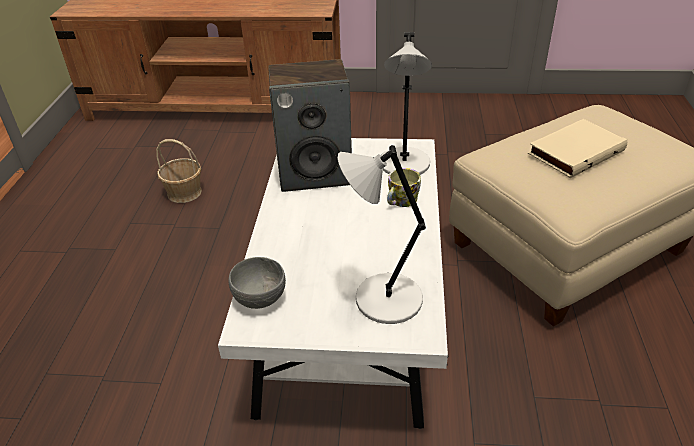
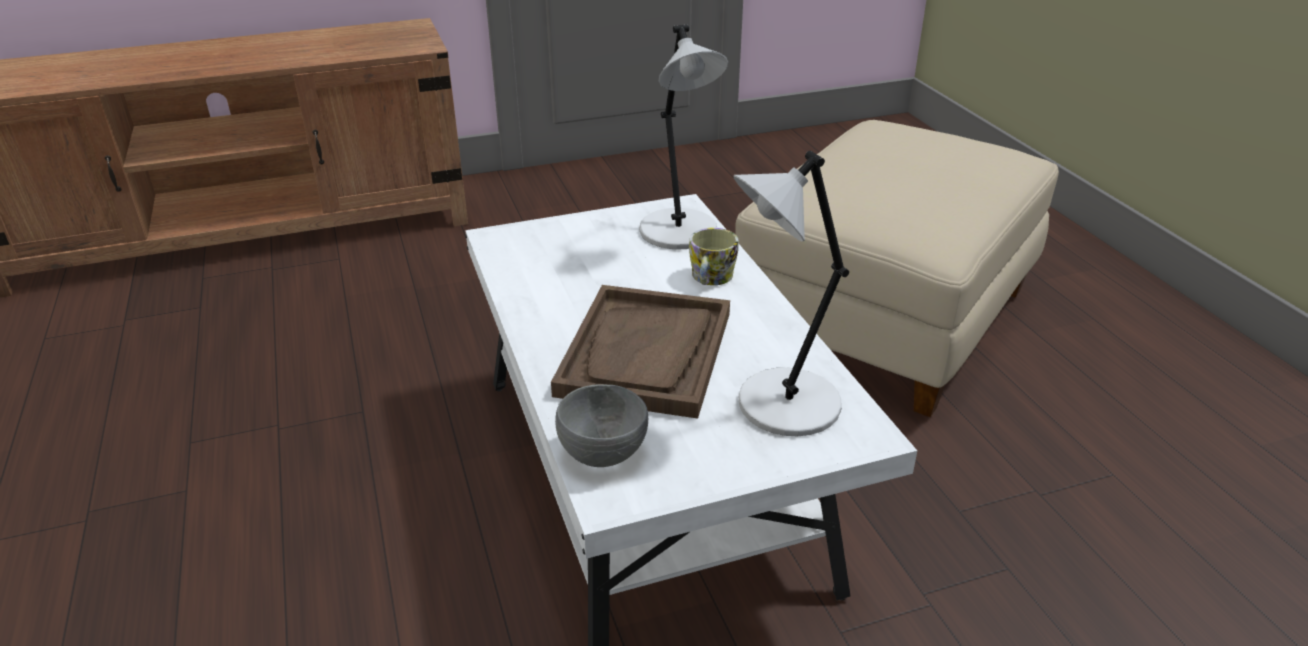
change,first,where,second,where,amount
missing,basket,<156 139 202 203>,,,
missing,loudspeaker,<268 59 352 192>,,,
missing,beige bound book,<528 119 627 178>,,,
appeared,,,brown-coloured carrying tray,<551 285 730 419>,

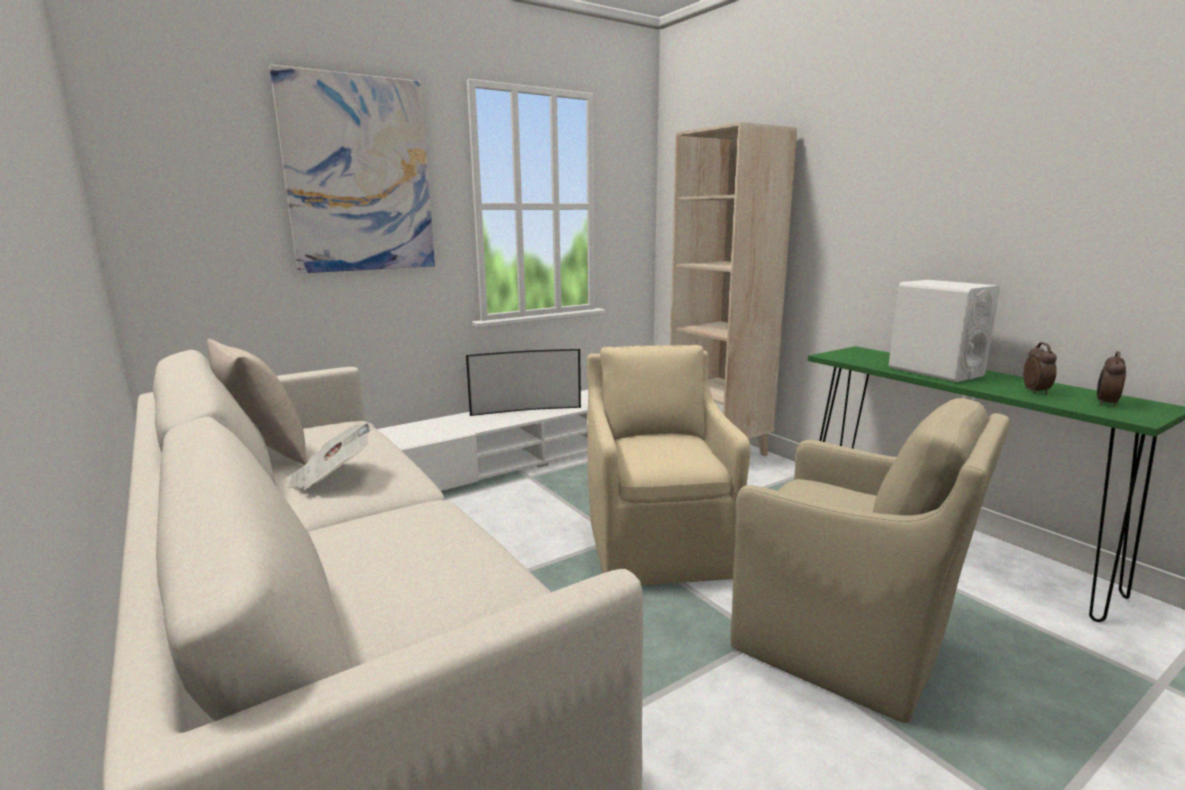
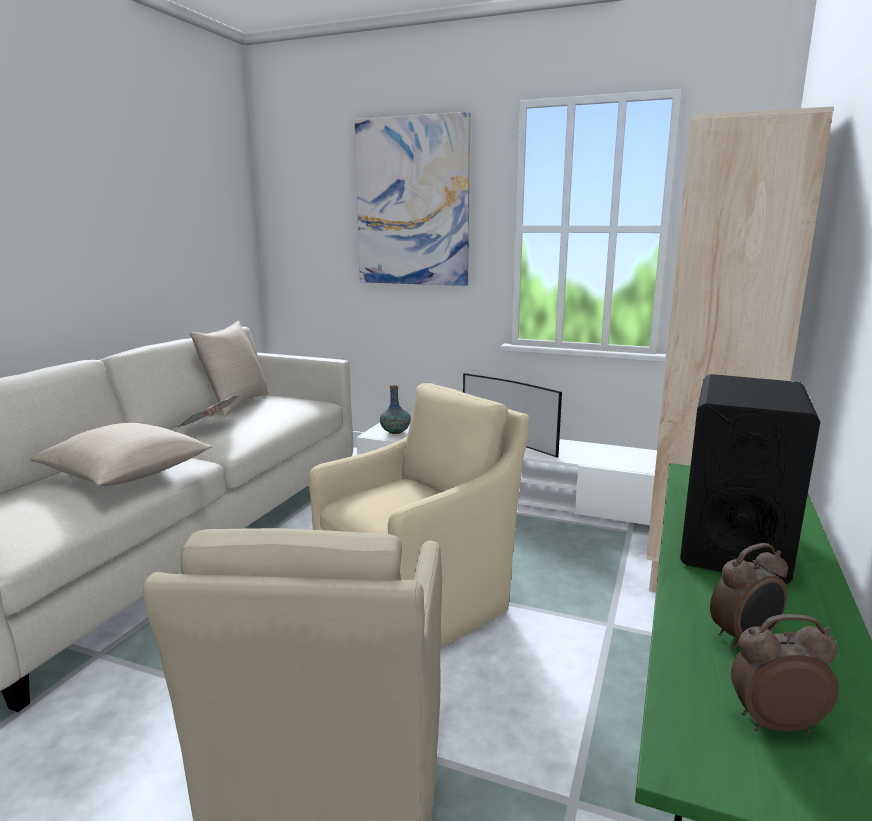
change,first,where,second,where,amount
colour,white-coloured loudspeaker,<889 280 1000 382>,black-coloured loudspeaker,<680 374 820 584>,
appeared,,,beige cushion,<30 423 212 486>,
appeared,,,decorative vase,<380 385 411 434>,

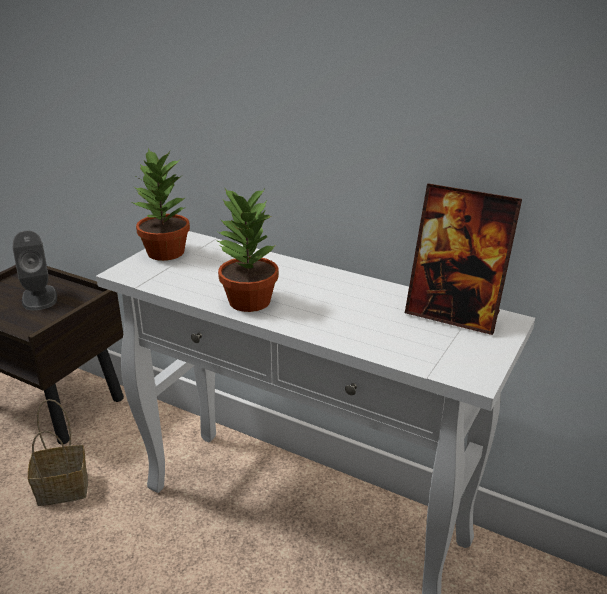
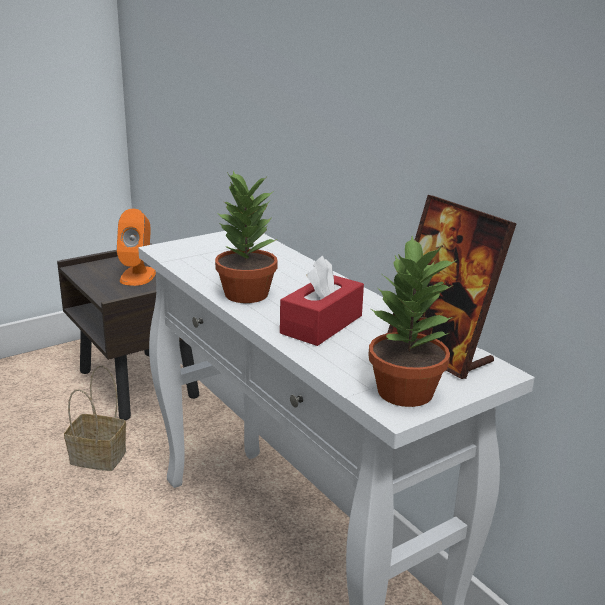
change,first,where,second,where,amount
colour,greyish loudspeaker,<13 231 57 310>,orangey loudspeaker,<117 209 156 286>,
relocated,plant in a pot,<132 148 190 261>,,<369 236 456 407>,
appeared,,,red box of tissues,<280 256 364 346>,

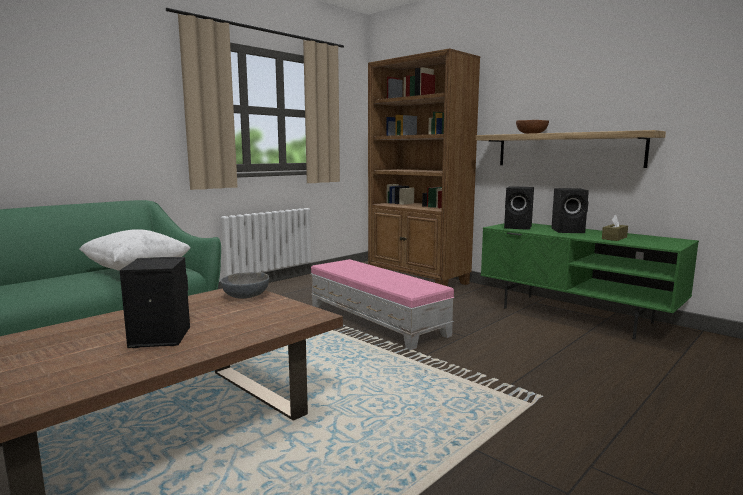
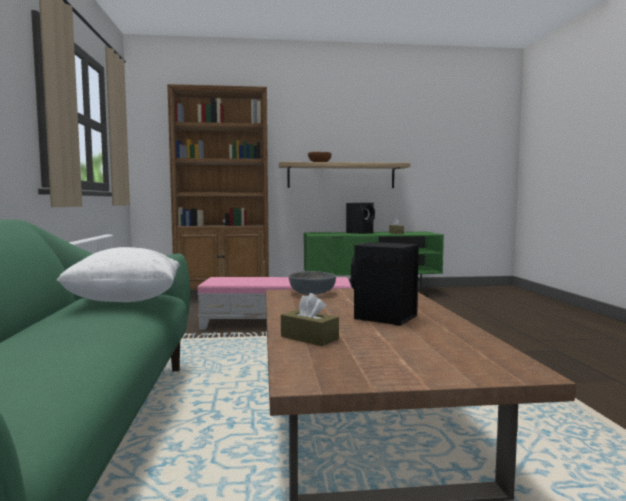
change,first,where,second,where,amount
missing,black-coloured loudspeaker,<504 186 534 230>,,,
appeared,,,brown-coloured box of tissues,<281 293 339 346>,

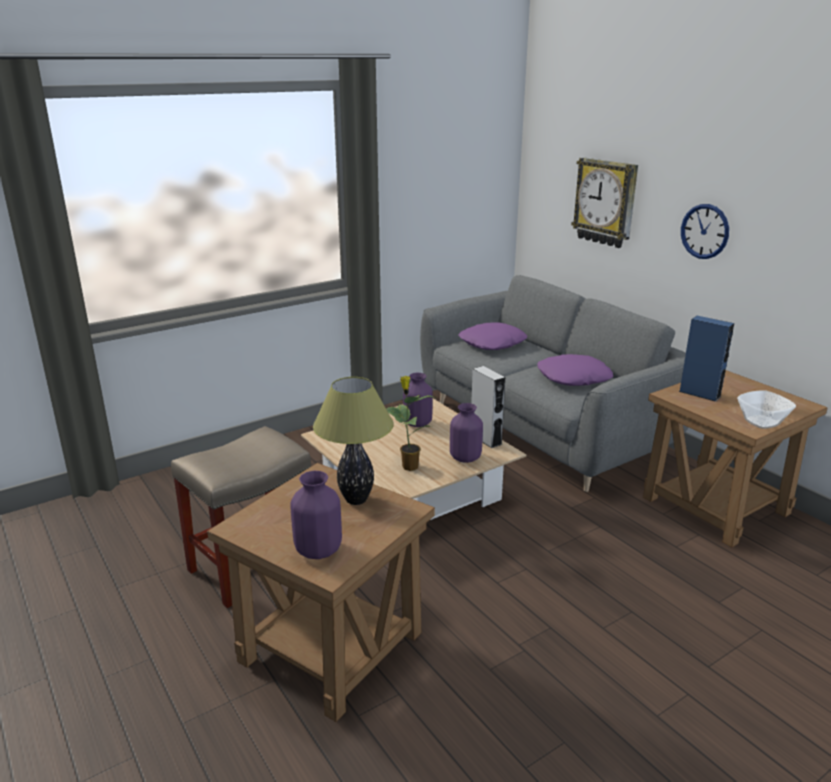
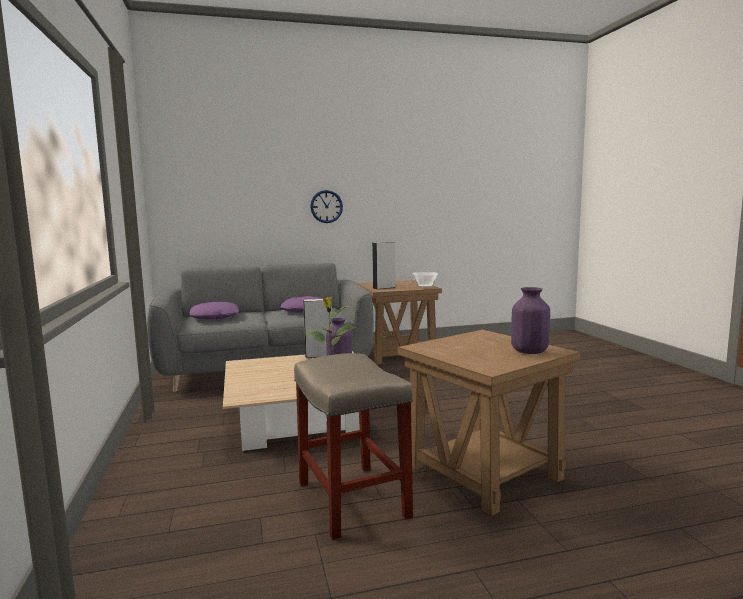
change,first,where,second,where,amount
missing,table lamp,<313 377 394 505>,,,
missing,purple-coloured decorative vase,<403 373 433 427>,,,
missing,clock on the wall,<571 157 638 248>,,,
colour,bluish loudspeaker,<679 316 734 402>,greyish loudspeaker,<372 242 396 289>,

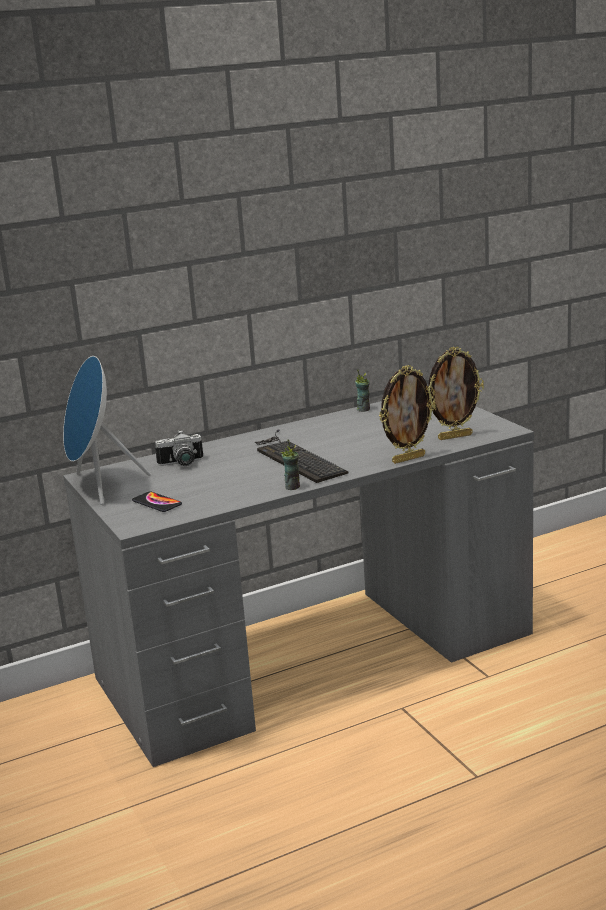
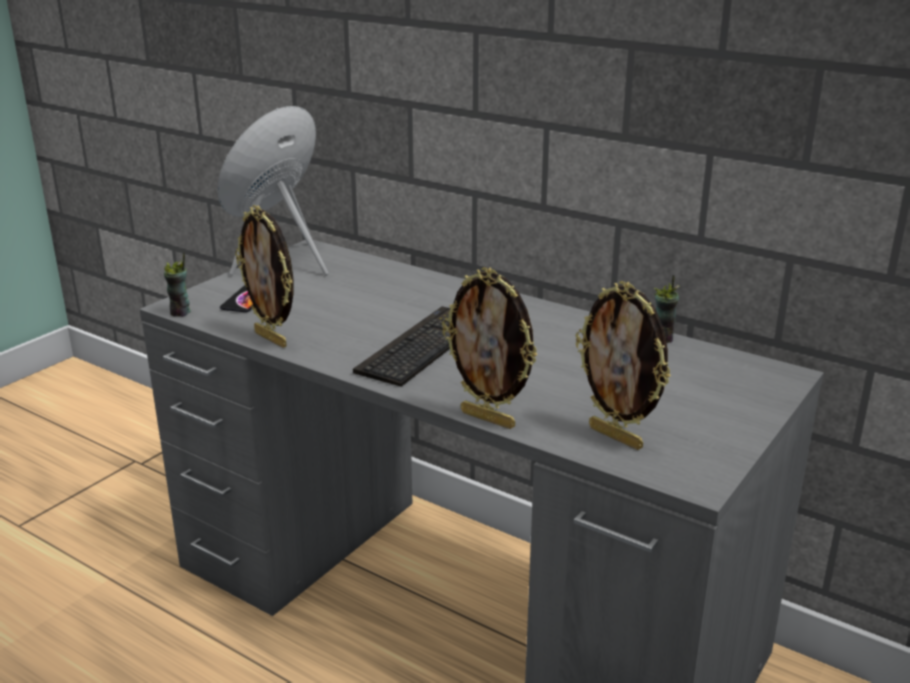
change,first,where,second,where,amount
missing,photo camera,<155 430 203 466>,,,
relocated,drinking cup,<281 439 300 490>,,<164 253 191 317>,
appeared,,,picture frame,<235 205 294 348>,

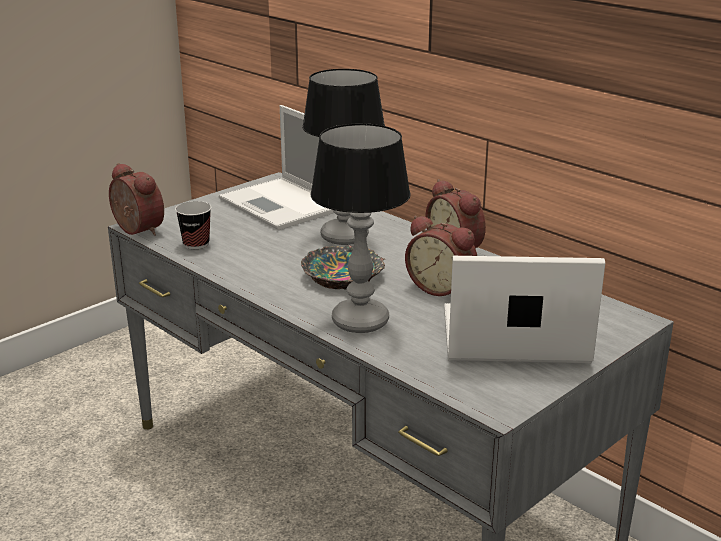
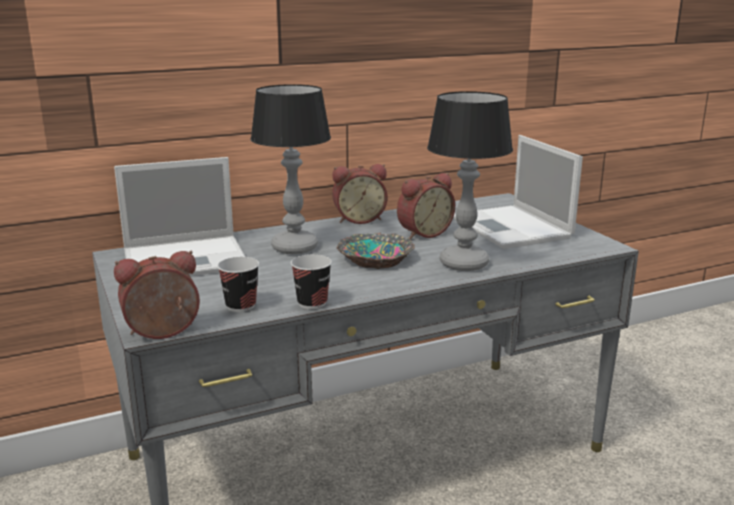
change,first,where,second,where,amount
spun,portable computer,<444 256 605 364>,,<453 135 583 249>,45 degrees counterclockwise
appeared,,,drinking cup,<291 254 332 309>,

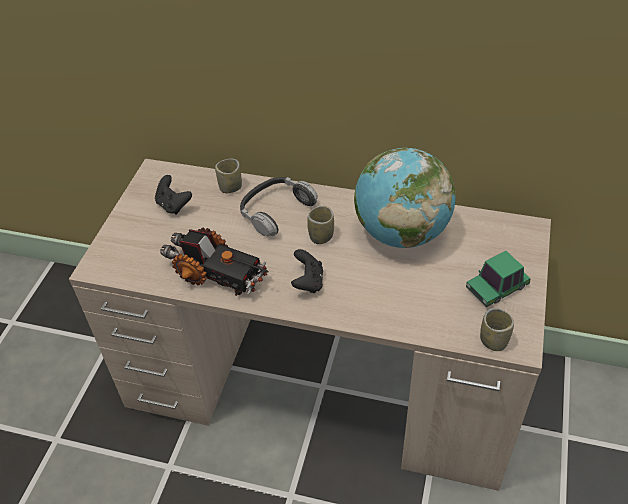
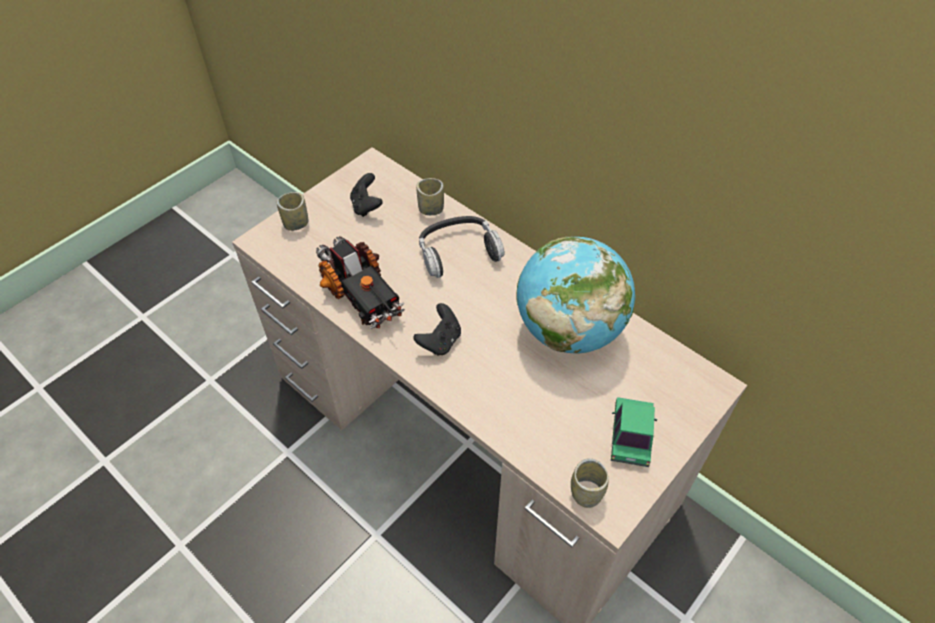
change,first,where,second,where,amount
relocated,drinking cup,<307 206 334 244>,,<277 192 308 231>,
spun,toy car,<466 251 531 307>,,<611 397 657 467>,105 degrees clockwise

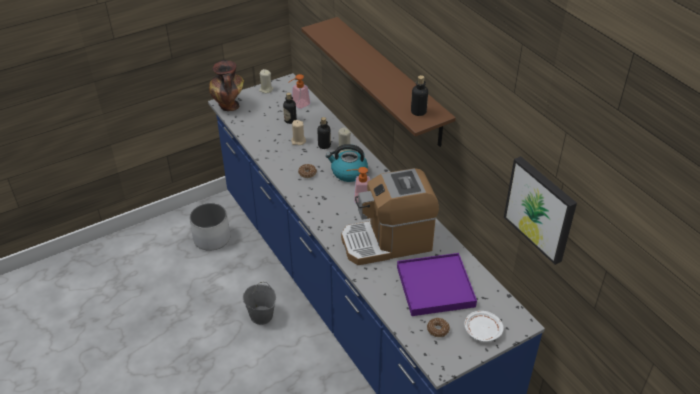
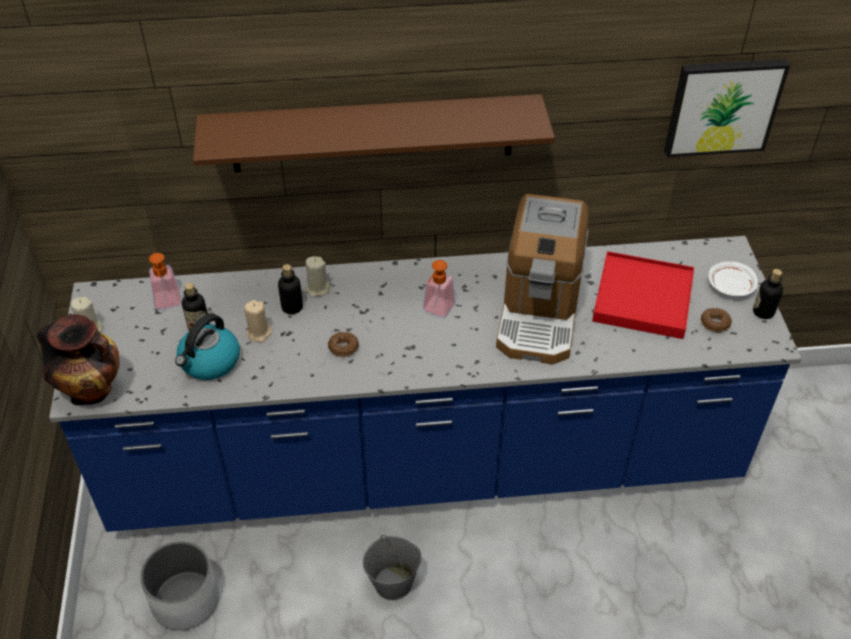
change,first,where,second,where,amount
relocated,tea kettle,<326 144 368 182>,,<175 313 240 380>,
colour,purple-coloured carrying tray,<397 253 477 316>,red carrying tray,<592 251 694 339>,
relocated,beverage bottle,<411 75 428 116>,,<753 269 783 319>,

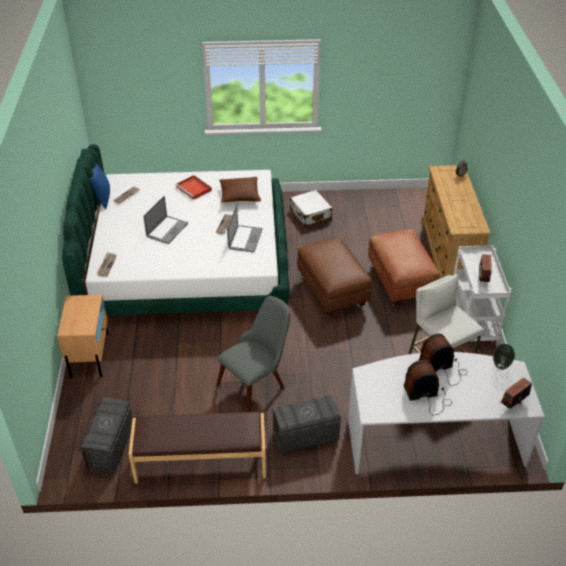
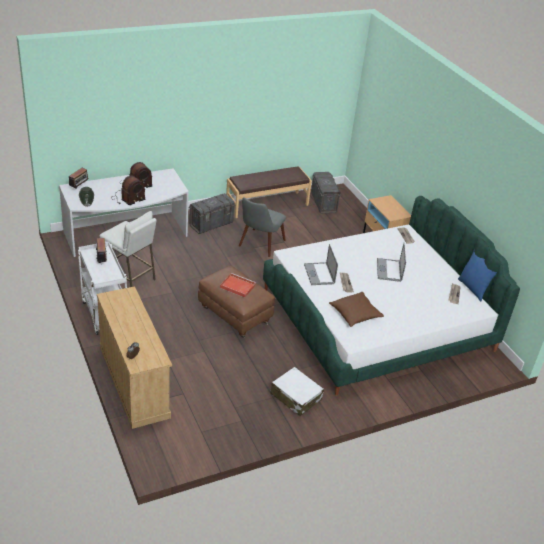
change,first,where,second,where,amount
relocated,red carrying tray,<175 175 212 200>,,<220 273 256 298>,
missing,brown-coloured ottoman,<368 229 439 307>,,,

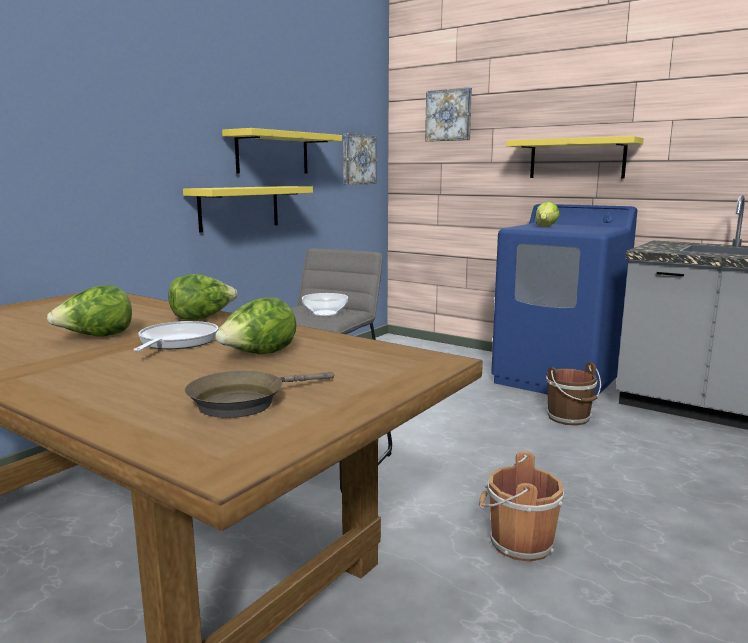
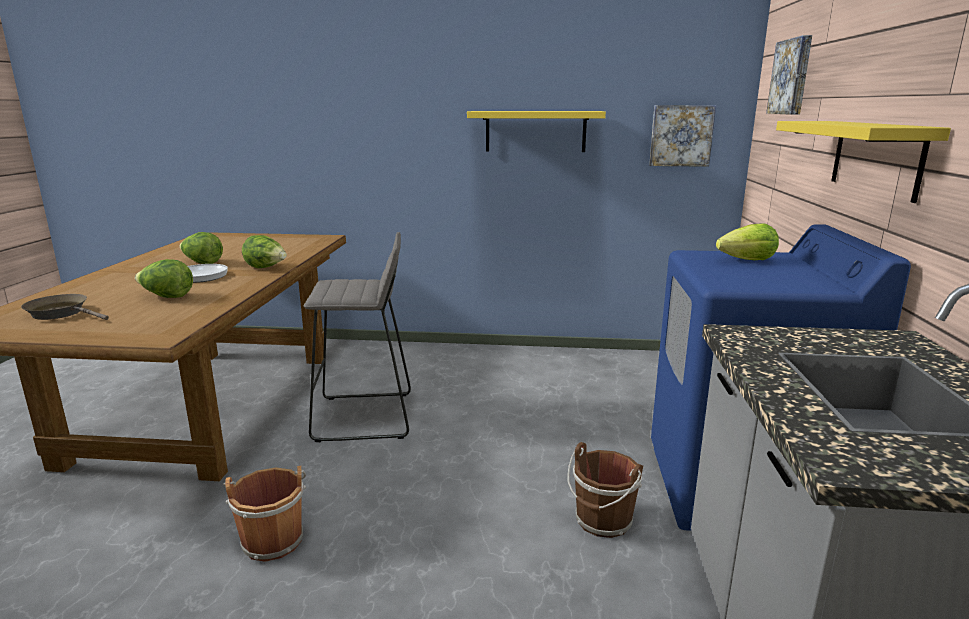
change,first,where,second,where,amount
missing,yellow wall shelf,<183 186 313 232>,,,
missing,deep dish,<302 293 348 316>,,,

